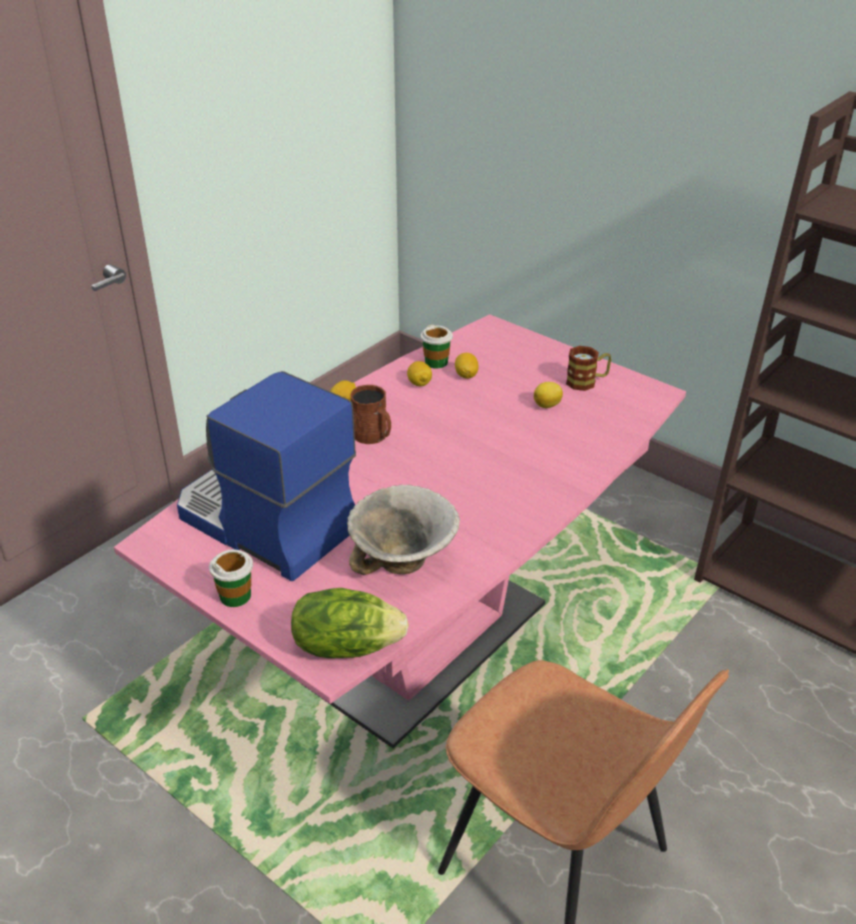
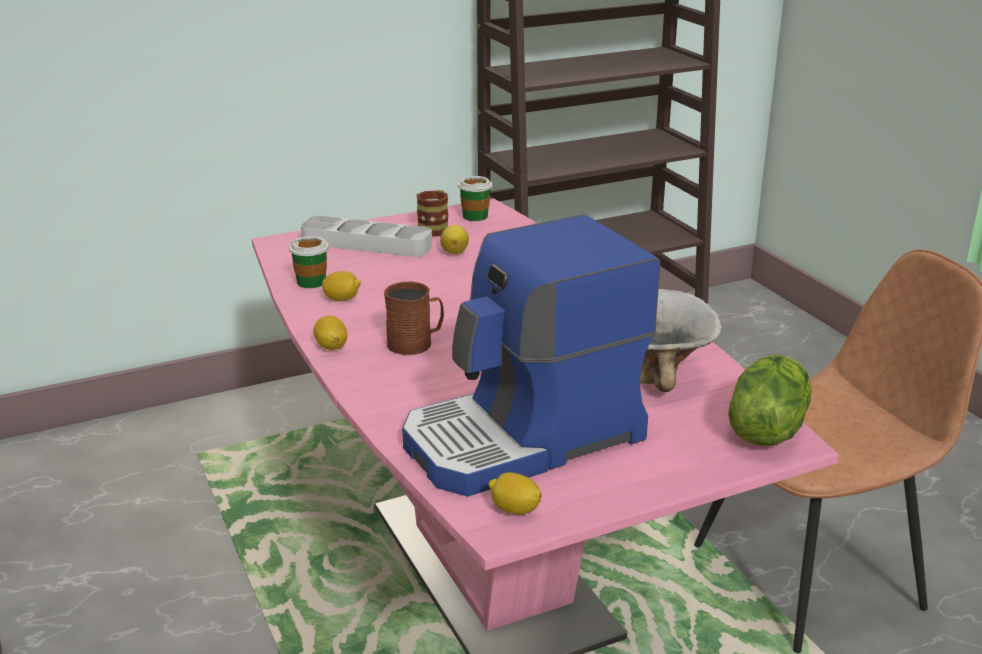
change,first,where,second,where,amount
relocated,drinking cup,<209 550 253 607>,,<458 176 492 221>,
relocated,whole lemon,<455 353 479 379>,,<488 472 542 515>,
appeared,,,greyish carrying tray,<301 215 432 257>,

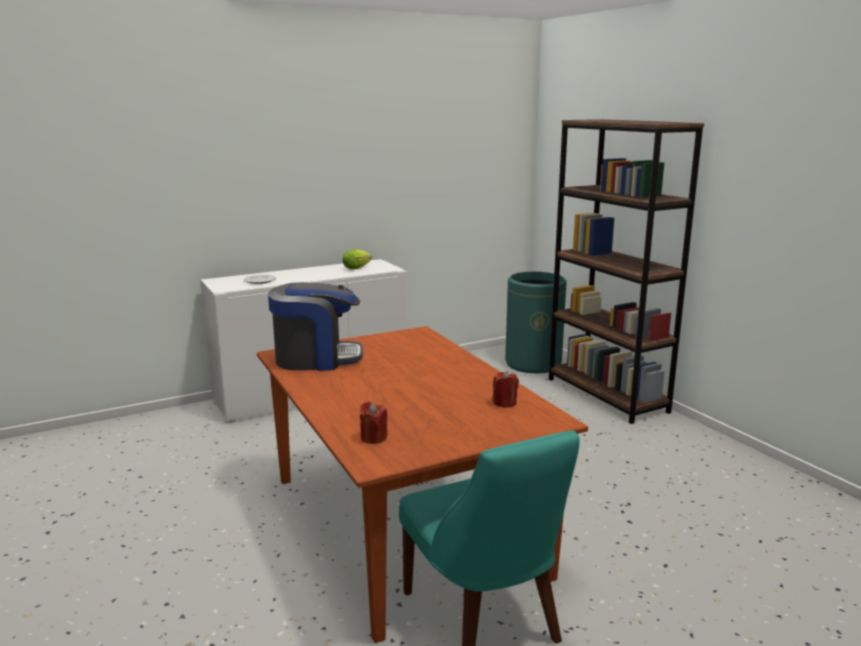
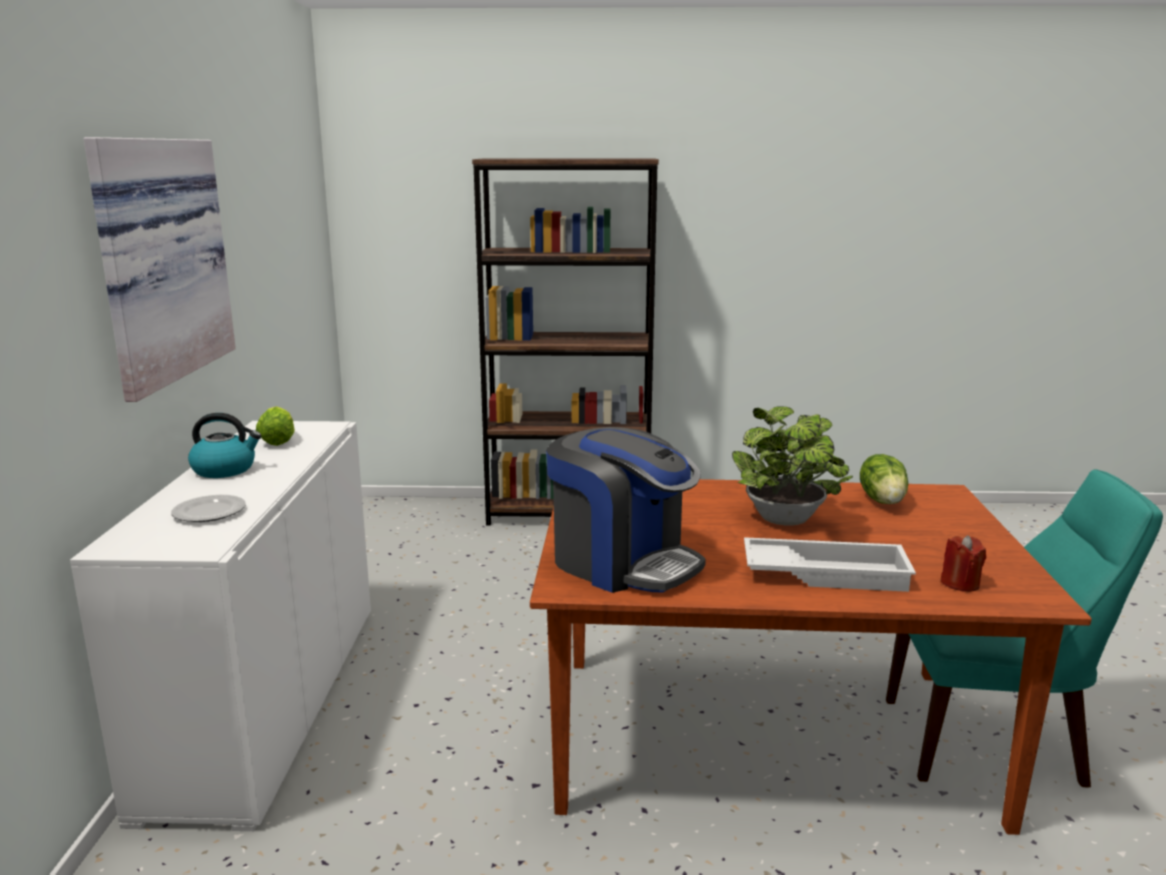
change,first,where,second,where,amount
spun,coffee brewer,<268 282 363 371>,,<546 427 706 593>,105 degrees clockwise
exchanged,red wax light,<492 371 519 408>,lettuce head,<860 454 908 504>,
missing,green trash can,<505 272 567 374>,,,
appeared,,,wall picture,<84 137 236 402>,
appeared,,,tea kettle,<188 413 262 478>,
appeared,,,plant in a pot,<732 406 853 525>,
appeared,,,white-coloured carrying tray,<744 537 916 592>,

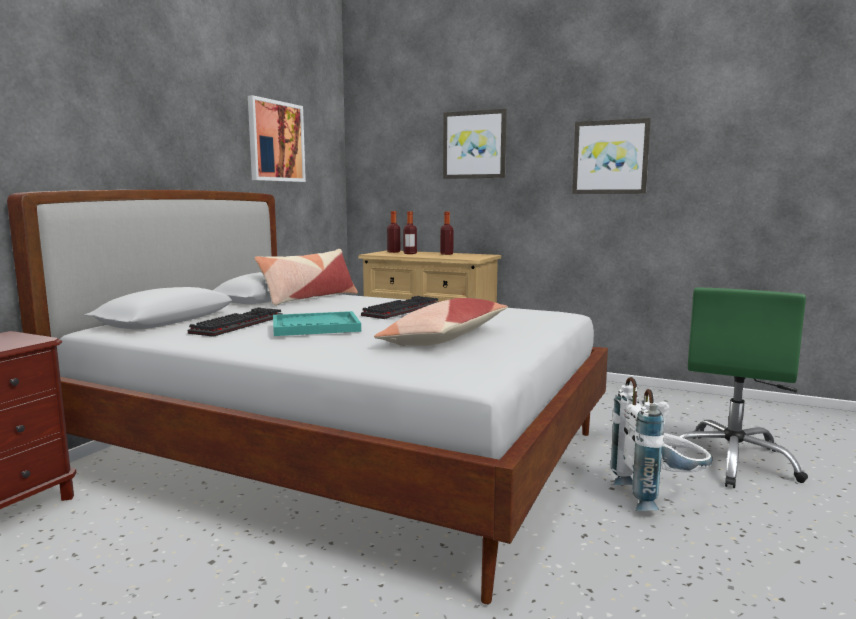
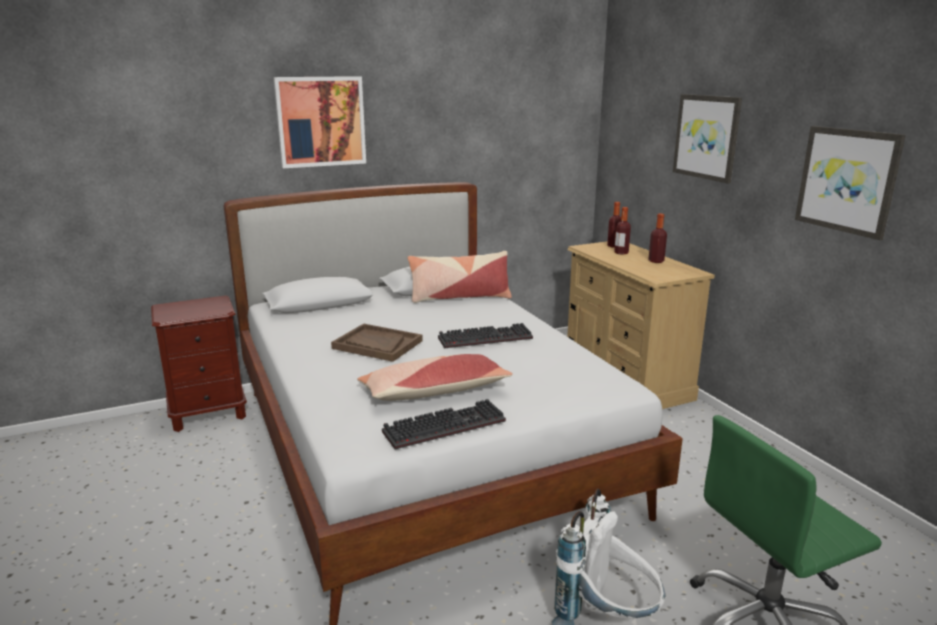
change,first,where,second,where,amount
relocated,computer keyboard,<188 307 283 337>,,<382 399 506 449>,
relocated,wall picture,<248 95 306 182>,,<273 76 366 168>,
colour,blue-green carrying tray,<273 311 361 336>,brown-coloured carrying tray,<331 324 423 362>,

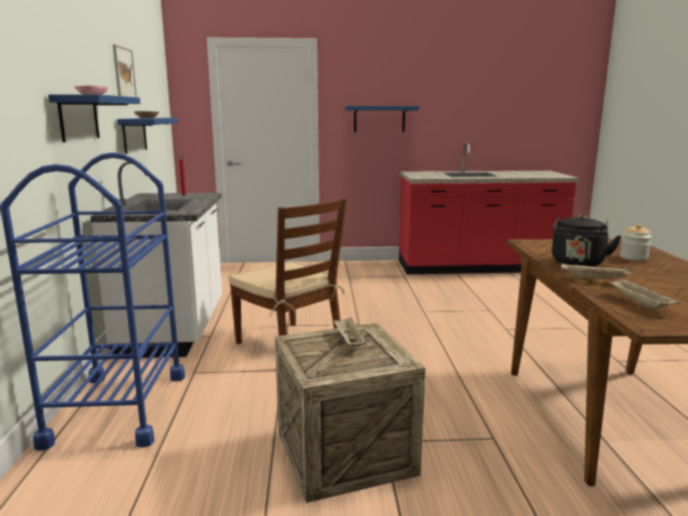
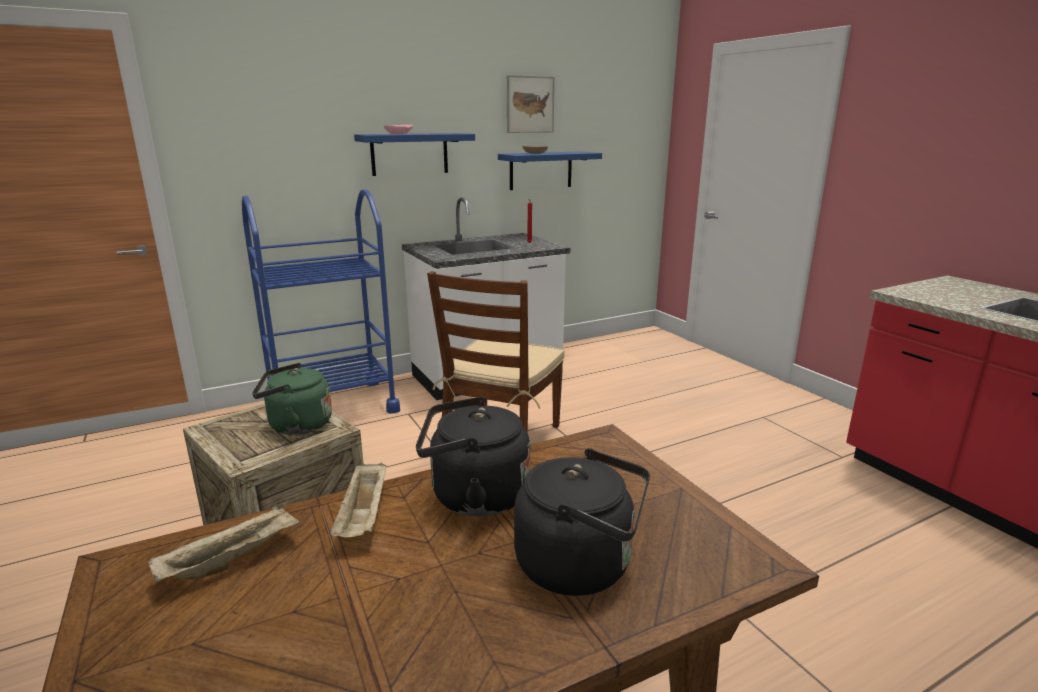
change,first,where,second,where,amount
exchanged,beige carrying tray,<333 317 367 347>,green tea kettle,<252 363 332 435>,
missing,bluish wall shelf,<345 106 419 132>,,,
exchanged,storage jar,<620 224 652 261>,black-coloured tea kettle,<514 448 650 596>,

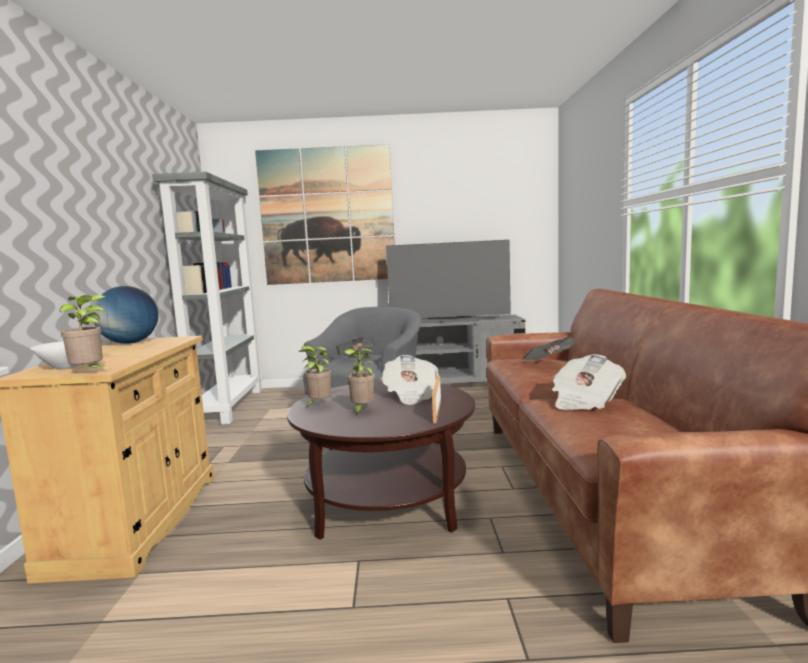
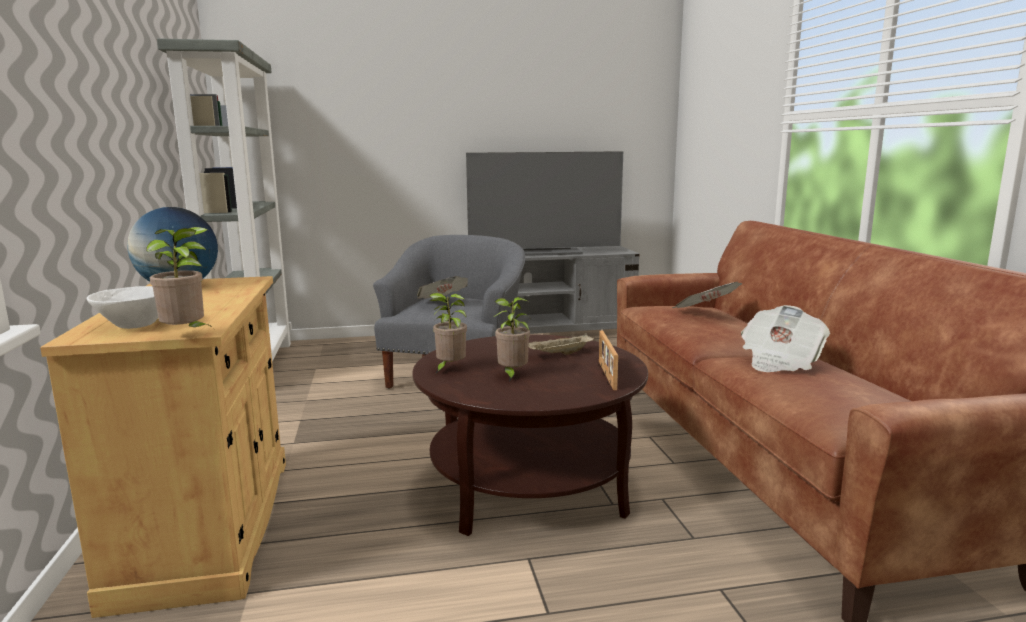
change,first,where,second,where,amount
missing,wall picture,<255 144 395 285>,,,
exchanged,printed paper,<381 355 439 405>,beige carrying tray,<529 333 594 355>,

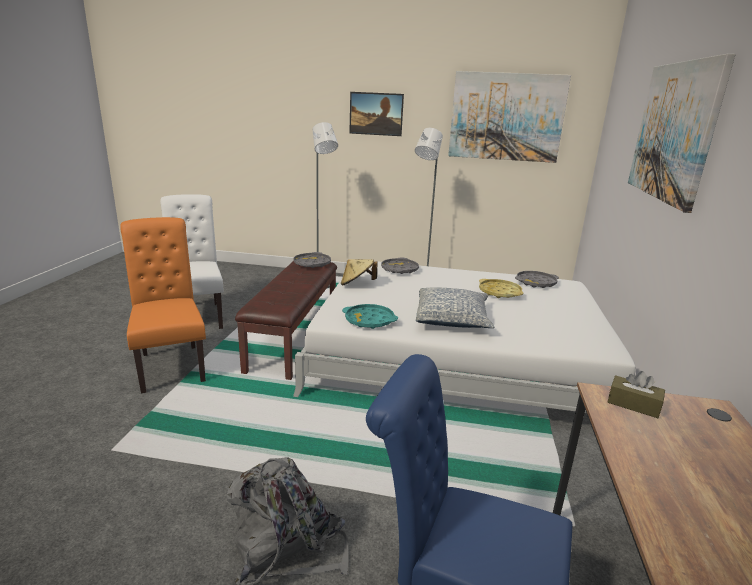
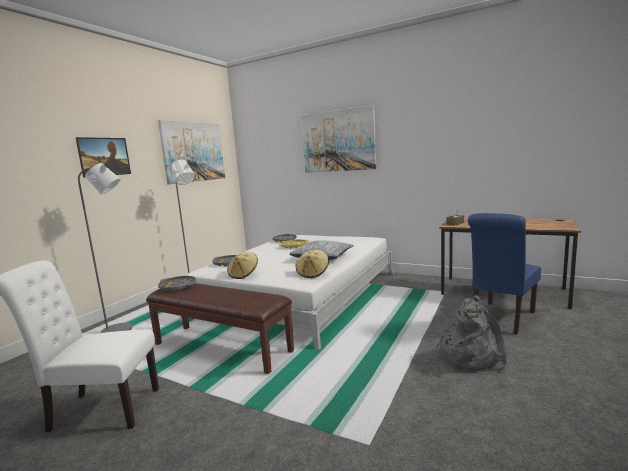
change,first,where,second,where,amount
missing,orangey plain chair,<120 217 206 393>,,,
exchanged,blue-green carrying tray,<342 304 398 329>,beige wearable hat,<296 250 329 278>,

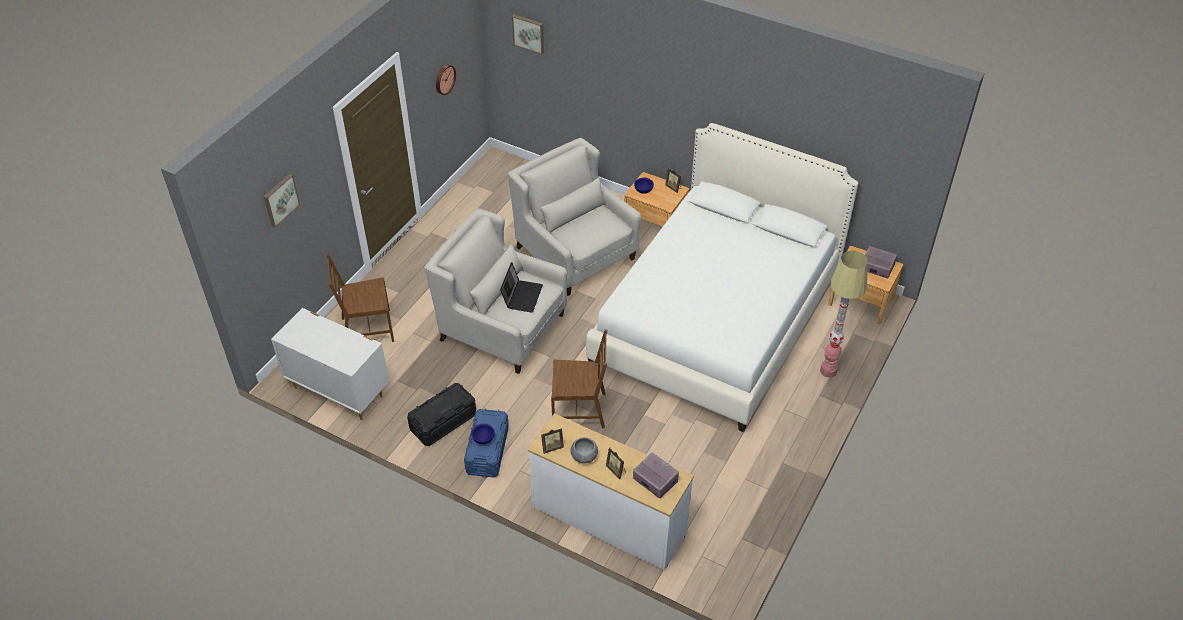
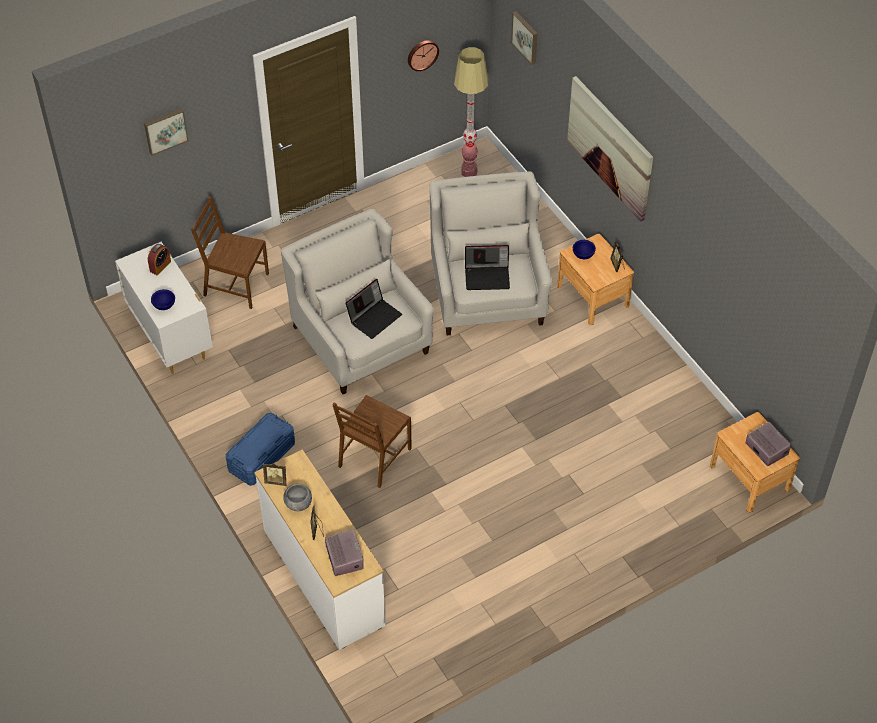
change,first,where,second,where,amount
missing,black-coloured storage box,<407 383 476 446>,,,
relocated,bluish deep dish,<471 424 495 444>,,<151 289 175 310>,
spun,brown-coloured plain chair,<551 329 608 428>,,<332 395 411 488>,90 degrees clockwise
missing,white-coloured bedroom bed,<586 123 858 432>,,,
relocated,standing lamp,<820 251 868 378>,,<454 47 488 177>,
appeared,,,alarm clock,<148 244 171 275>,
appeared,,,portable computer,<465 245 510 290>,
appeared,,,wall picture,<567 76 653 222>,

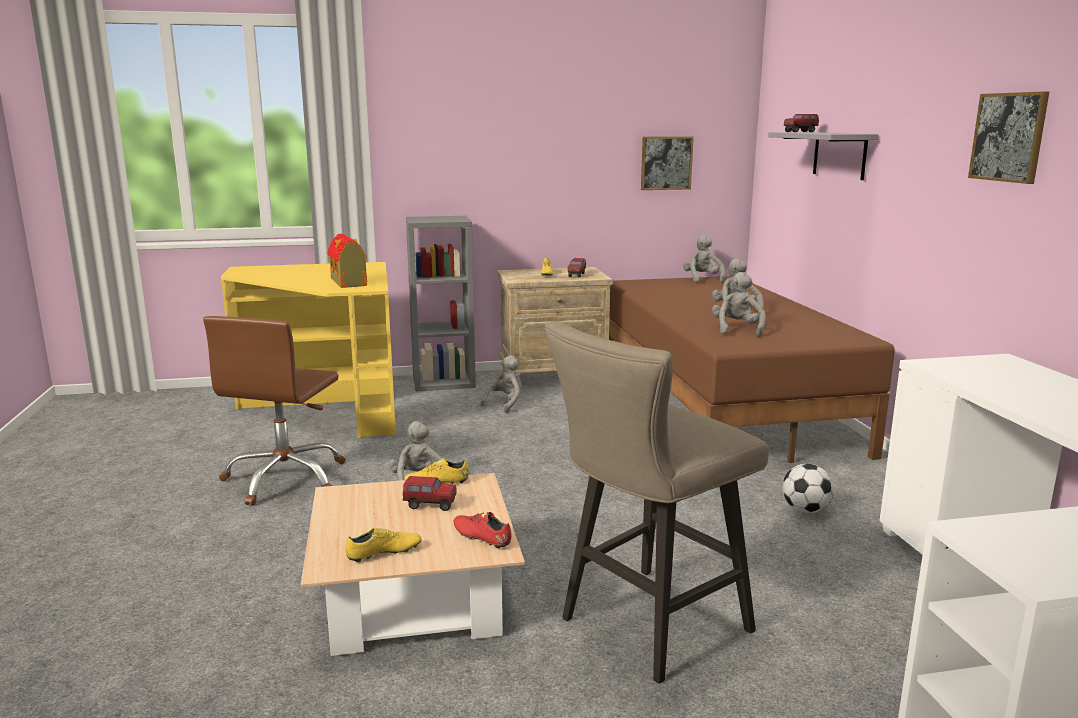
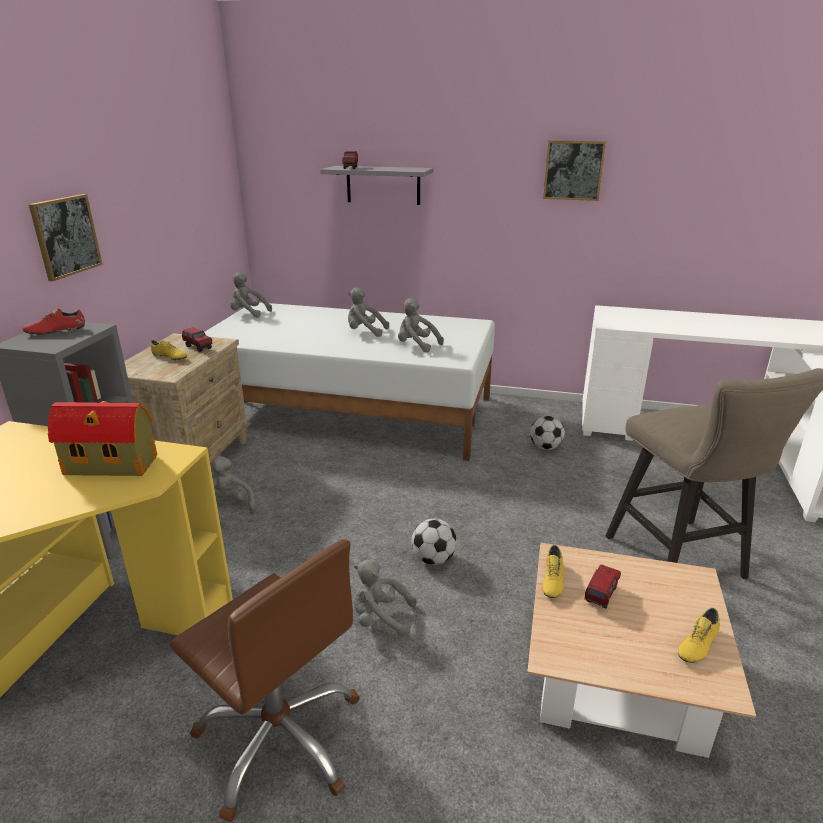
change,first,where,second,where,amount
spun,yellow item of footwear,<345 528 422 563>,,<678 608 720 663>,135 degrees counterclockwise
relocated,red item of footwear,<454 512 511 549>,,<23 309 85 336>,
colour,brown-coloured bedroom bed,<609 276 895 463>,white-coloured bedroom bed,<204 302 495 461>,
relocated,wall picture,<641 136 694 190>,,<29 194 102 281>,
appeared,,,football ball,<411 519 457 565>,

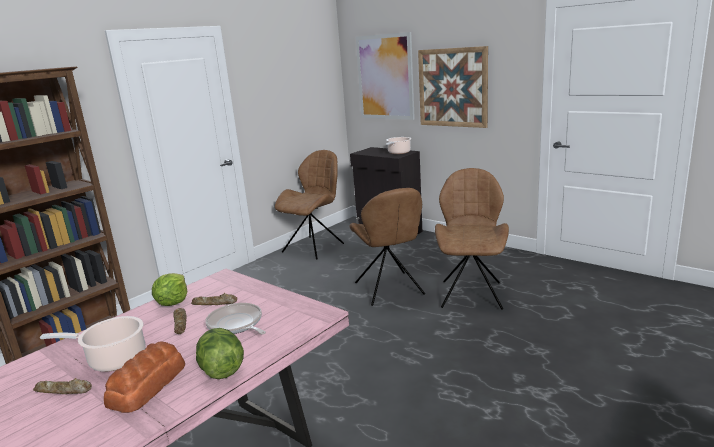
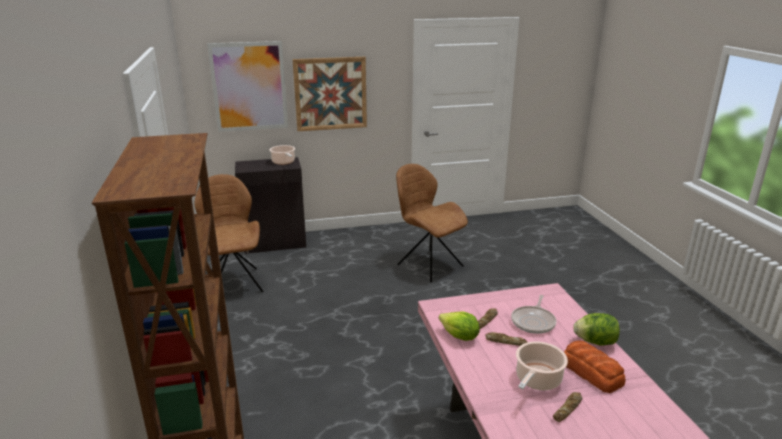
change,first,where,second,where,amount
spun,pan,<205 303 266 335>,,<511 295 556 334>,60 degrees counterclockwise
missing,brown-coloured plain chair,<349 188 425 306>,,,

